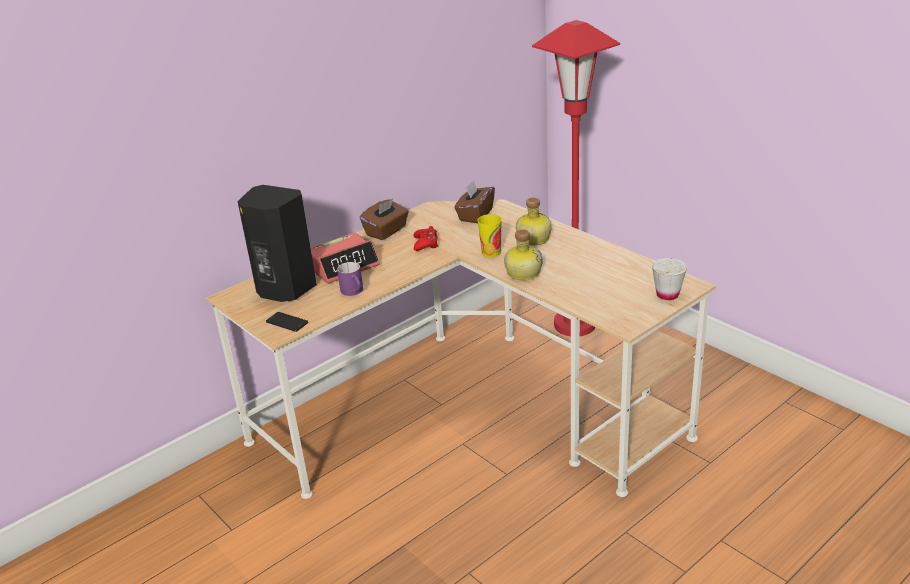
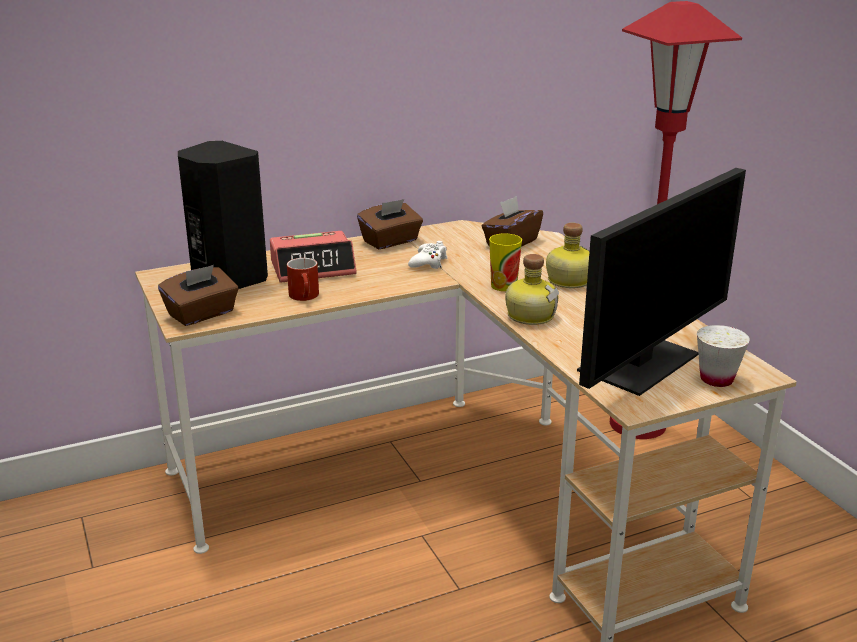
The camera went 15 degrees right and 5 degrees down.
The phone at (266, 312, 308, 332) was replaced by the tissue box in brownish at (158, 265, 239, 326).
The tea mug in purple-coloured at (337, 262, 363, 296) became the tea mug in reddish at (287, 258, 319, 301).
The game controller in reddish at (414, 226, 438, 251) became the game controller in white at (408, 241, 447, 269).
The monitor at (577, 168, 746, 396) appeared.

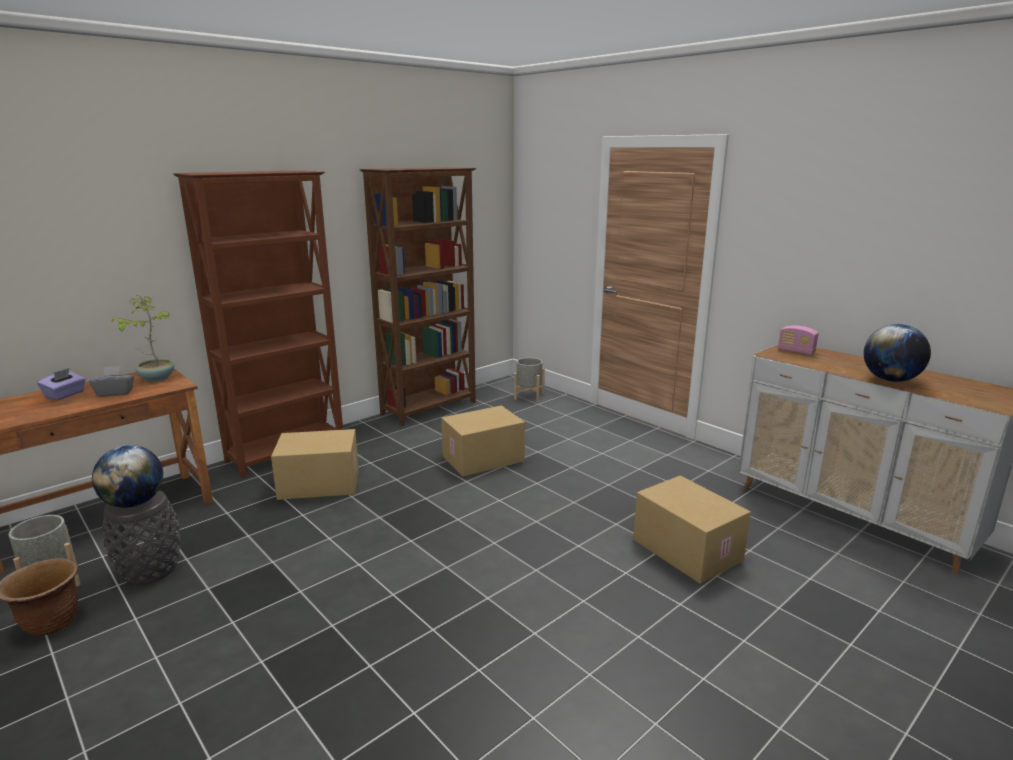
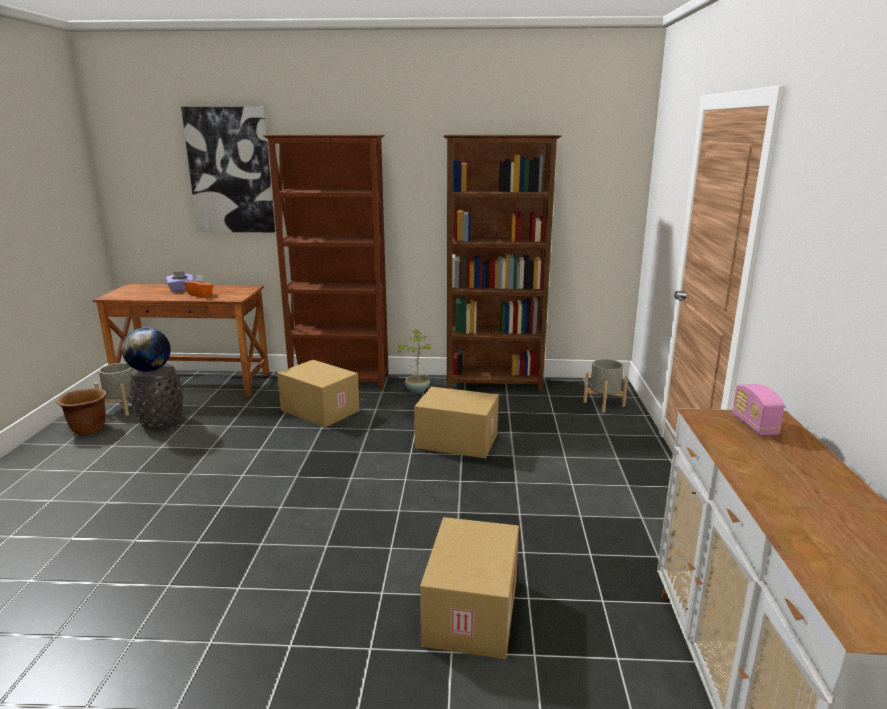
The camera went 45 degrees right and 0 degrees up.
The wall art at (181, 107, 275, 232) appeared.
The tissue box in gray at (89, 366, 134, 397) became the tissue box in orange at (184, 275, 214, 297).
The potted plant moved from (112, 295, 174, 382) to (395, 329, 432, 393).
The globe at (863, 324, 931, 382) disappeared.

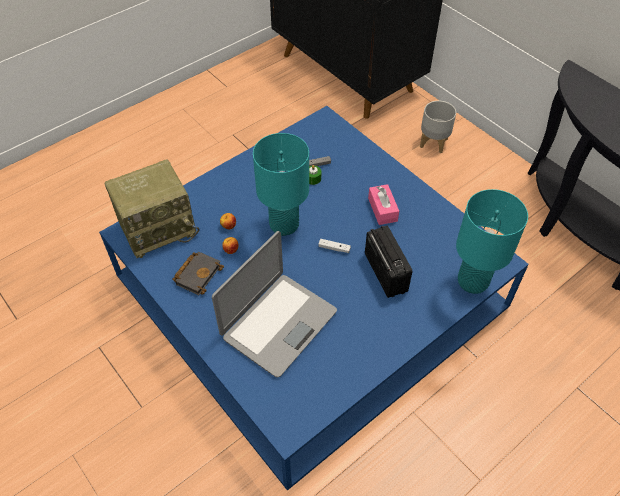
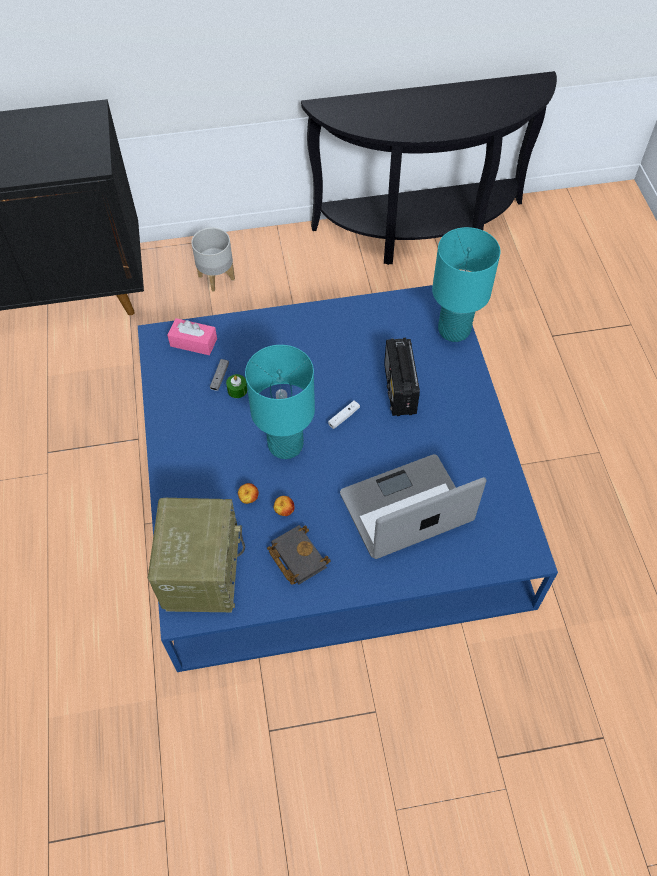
The camera went 60 degrees left and 5 degrees up.
The tissue box in pink moved from (368, 184, 399, 225) to (167, 318, 217, 355).
The portable computer at (212, 231, 337, 377) turned 90 degrees counterclockwise.
The radio at (365, 226, 412, 298) turned 105 degrees counterclockwise.

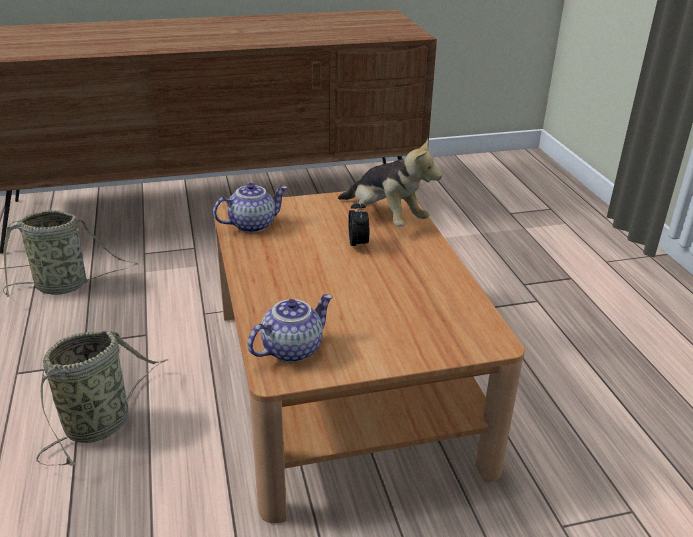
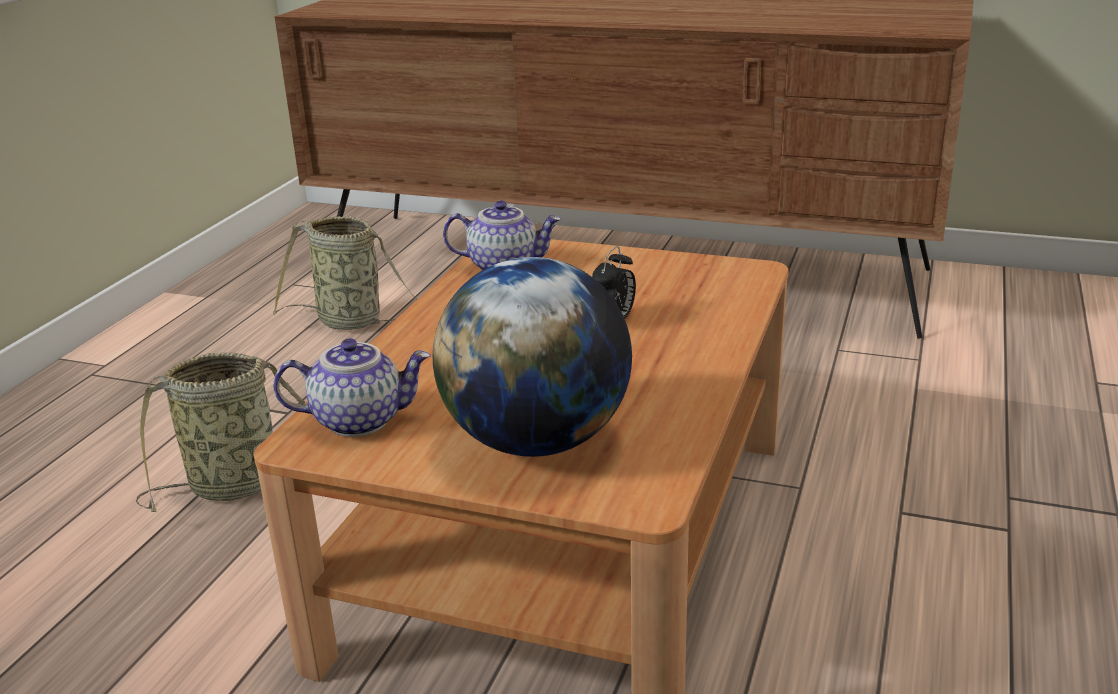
The camera went 35 degrees right and 5 degrees down.
The globe at (433, 257, 632, 457) appeared.
The cuddly toy at (338, 138, 442, 227) disappeared.

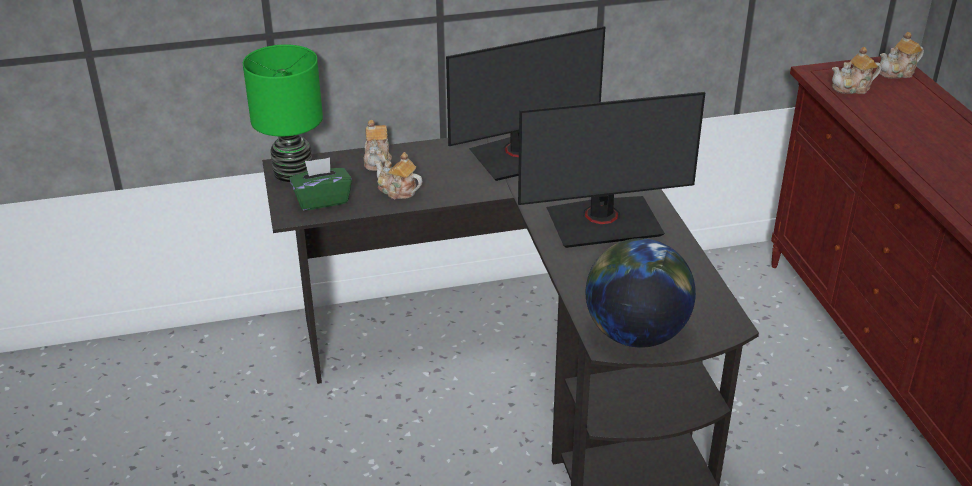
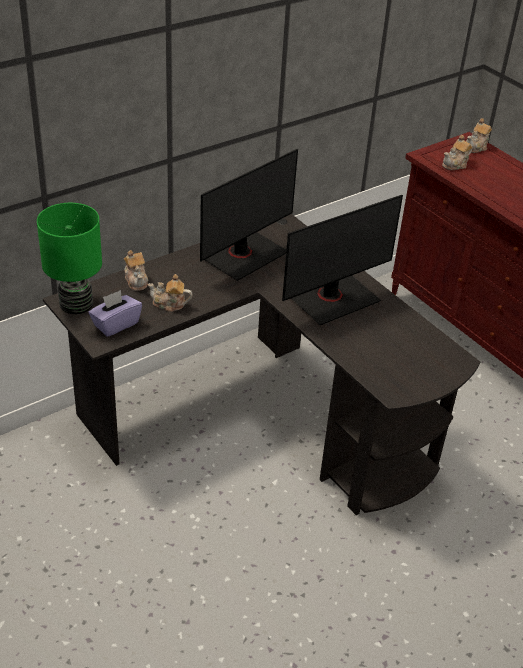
The camera went 25 degrees left and 5 degrees up.
The tissue box in green-coloured at (289, 157, 352, 211) became the tissue box in purple-coloured at (88, 290, 142, 337).
The globe at (586, 238, 696, 348) disappeared.

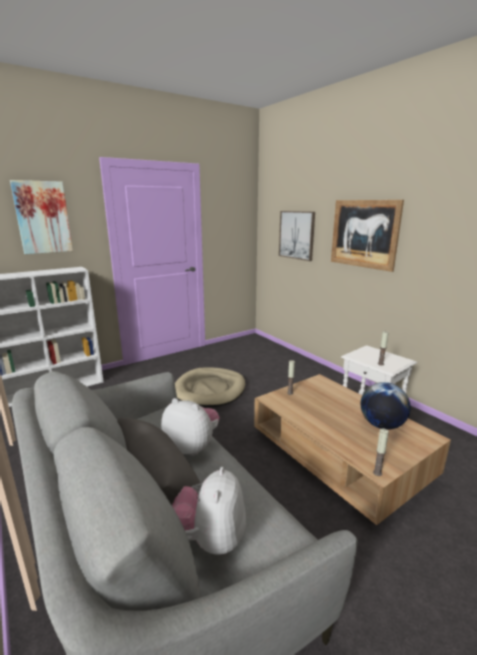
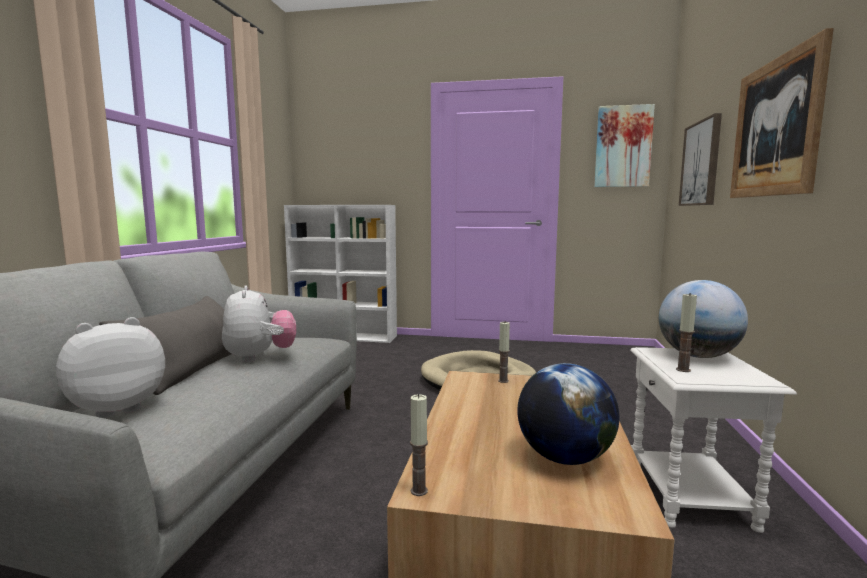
The camera went 45 degrees right and 10 degrees down.
The wall art moved from (10, 180, 73, 254) to (594, 104, 655, 187).
The globe at (659, 280, 748, 358) appeared.

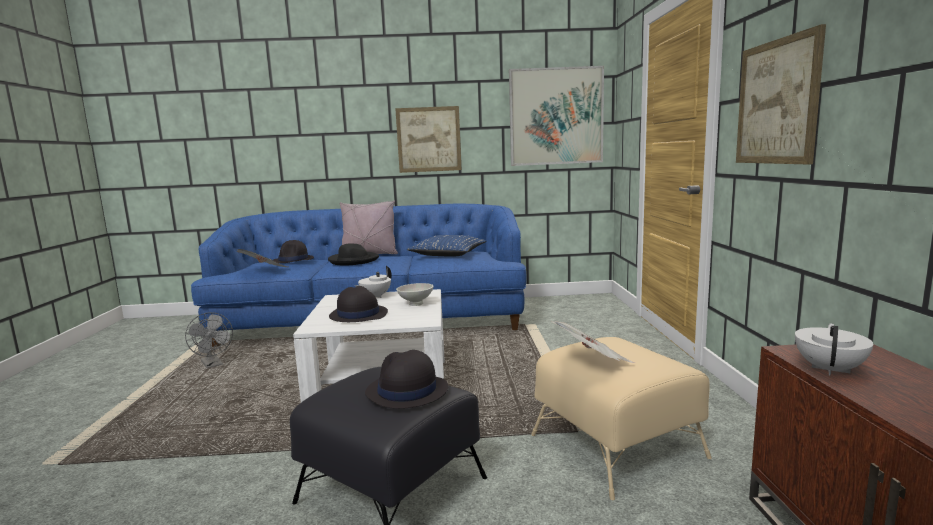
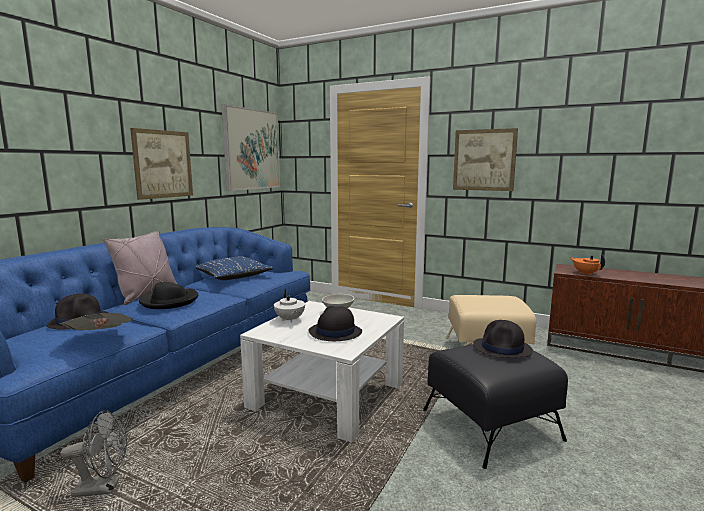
The camera went 60 degrees left and 0 degrees up.
The tea pot in white at (795, 323, 873, 376) became the tea pot in orange at (570, 254, 605, 275).
The newspaper at (550, 321, 635, 363) disappeared.

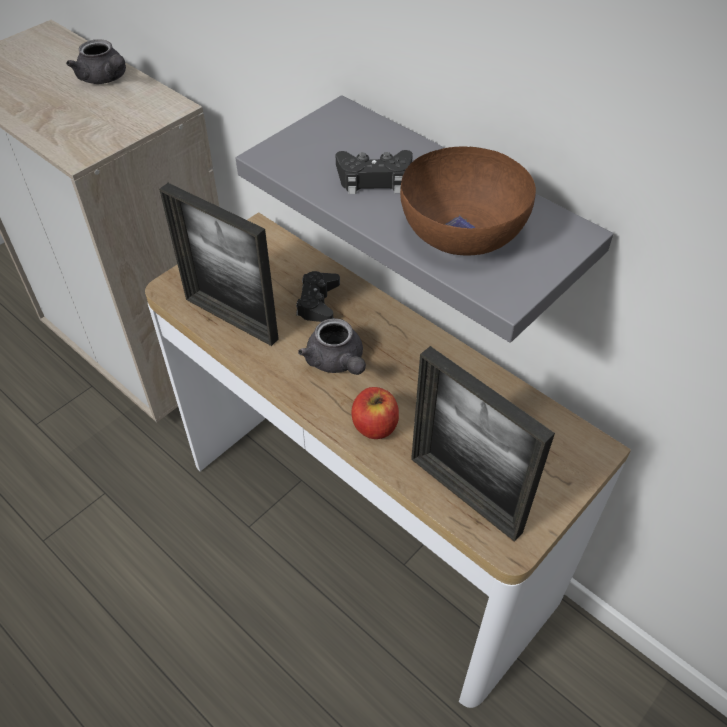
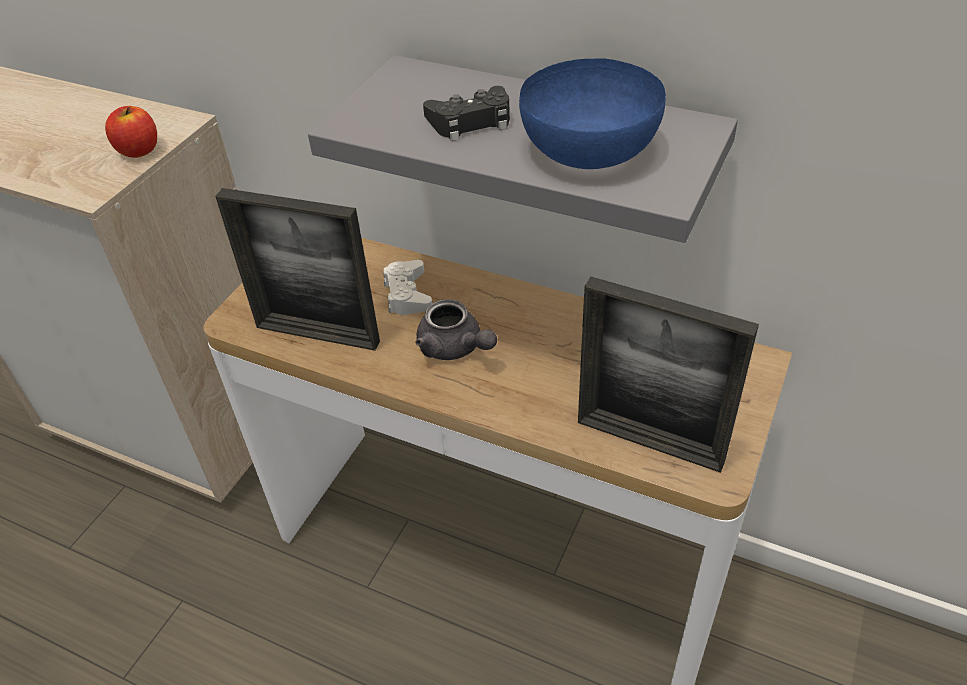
The camera went 15 degrees left and 5 degrees down.
The apple fruit moved from (351, 387, 399, 439) to (105, 106, 157, 158).
The game controller in black at (296, 271, 340, 322) became the game controller in white at (383, 260, 432, 315).
The deep dish in brownish at (400, 146, 536, 256) became the deep dish in blue-coloured at (519, 58, 666, 169).
The tea pot in gray at (66, 39, 126, 84) disappeared.

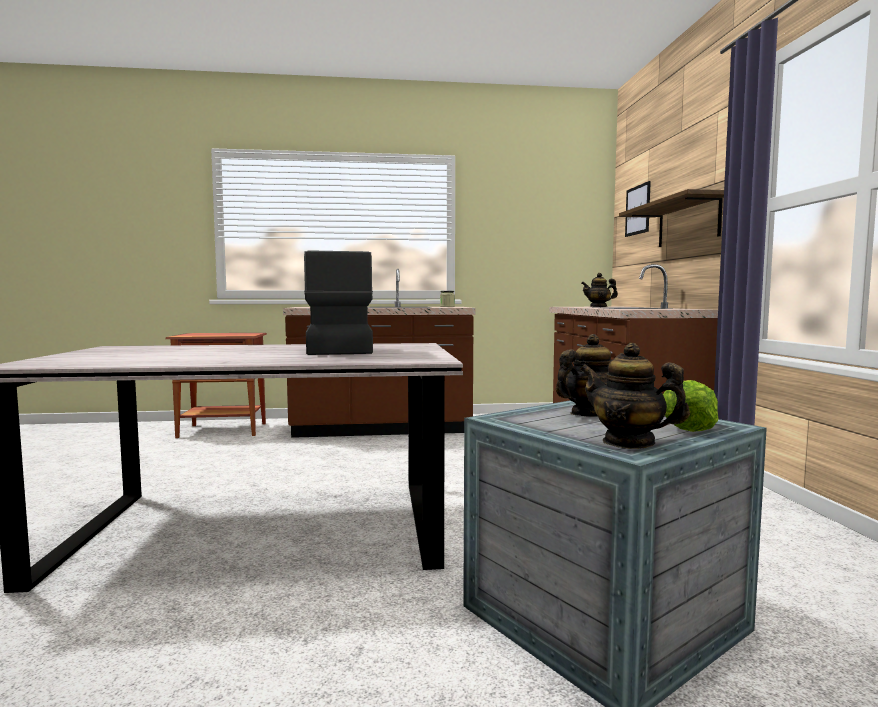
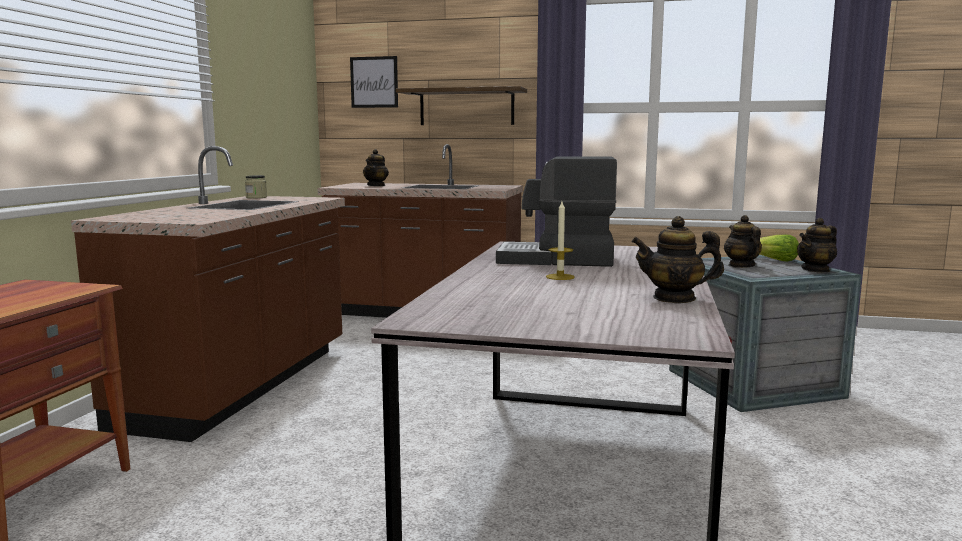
The camera went 70 degrees left and 5 degrees up.
The wax light at (546, 202, 575, 280) appeared.
The tea pot at (631, 216, 724, 303) appeared.

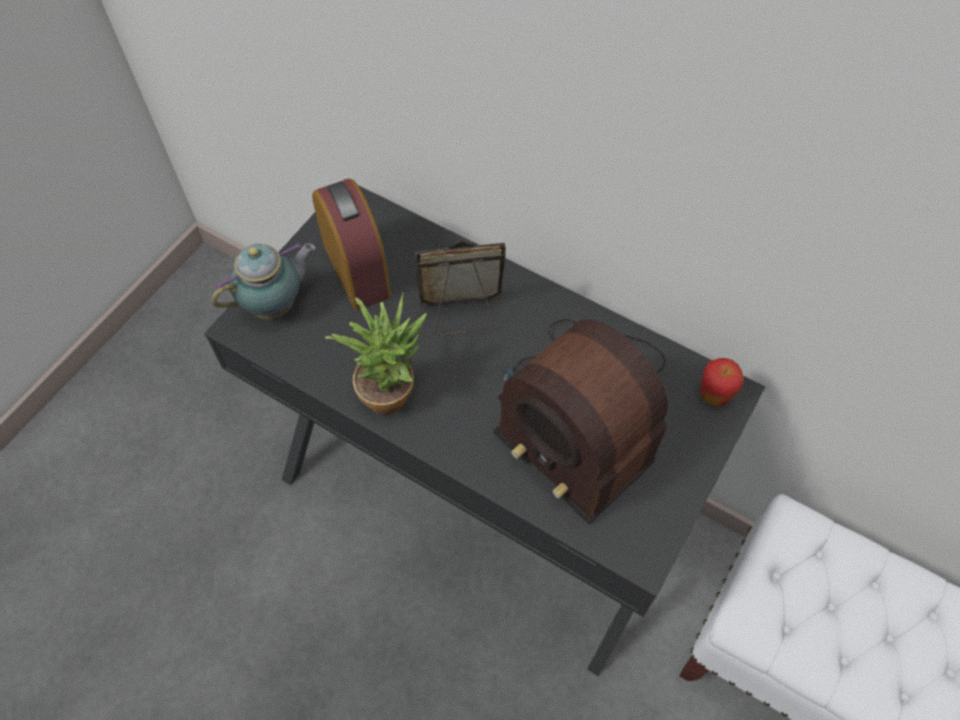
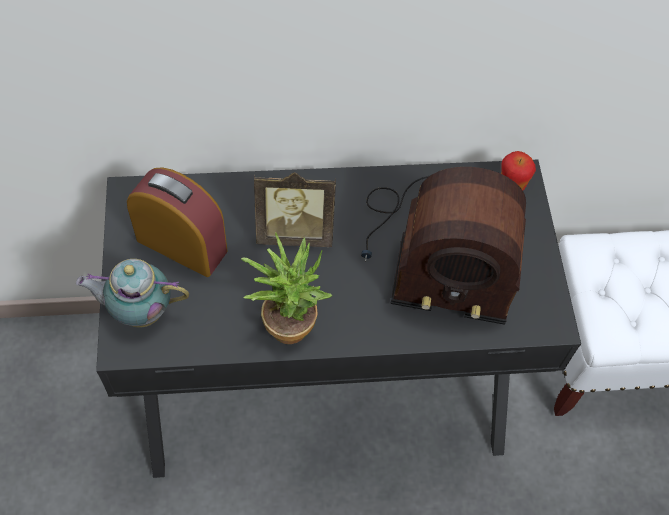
The camera went 40 degrees left and 0 degrees up.
The tea pot at (211, 242, 316, 319) turned 105 degrees counterclockwise.
The photo frame at (415, 241, 506, 336) turned 135 degrees counterclockwise.

